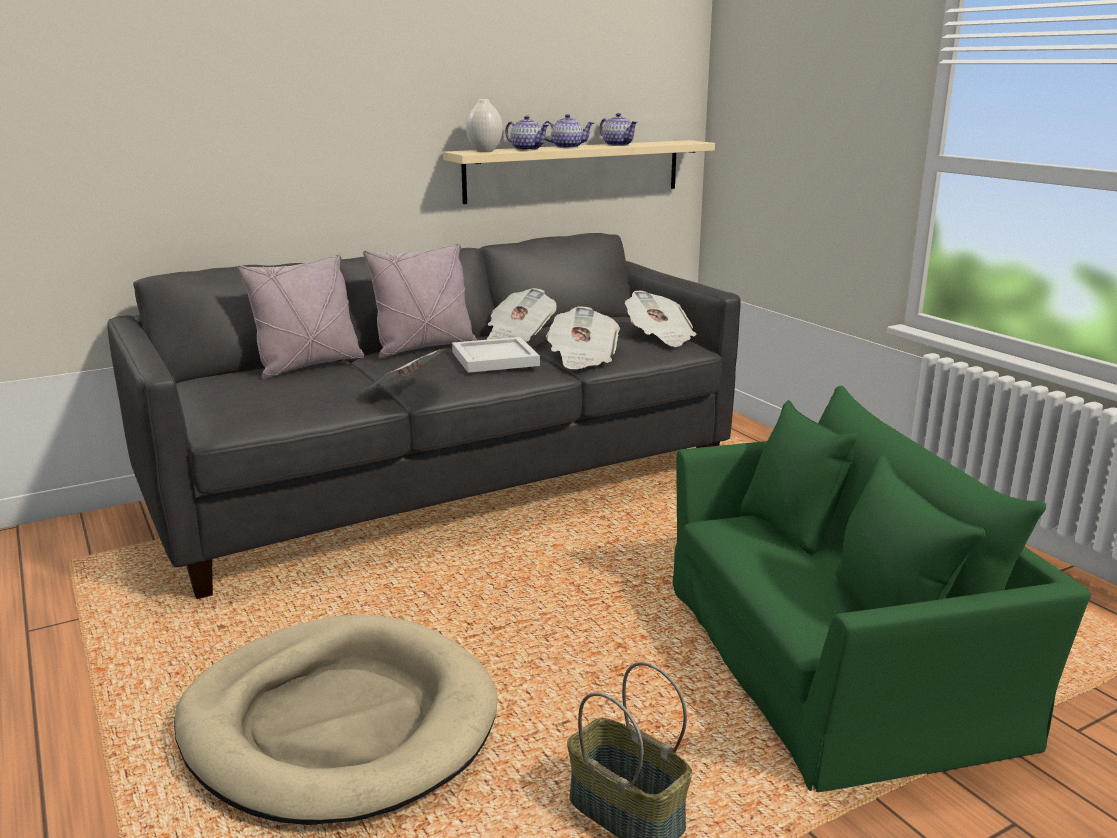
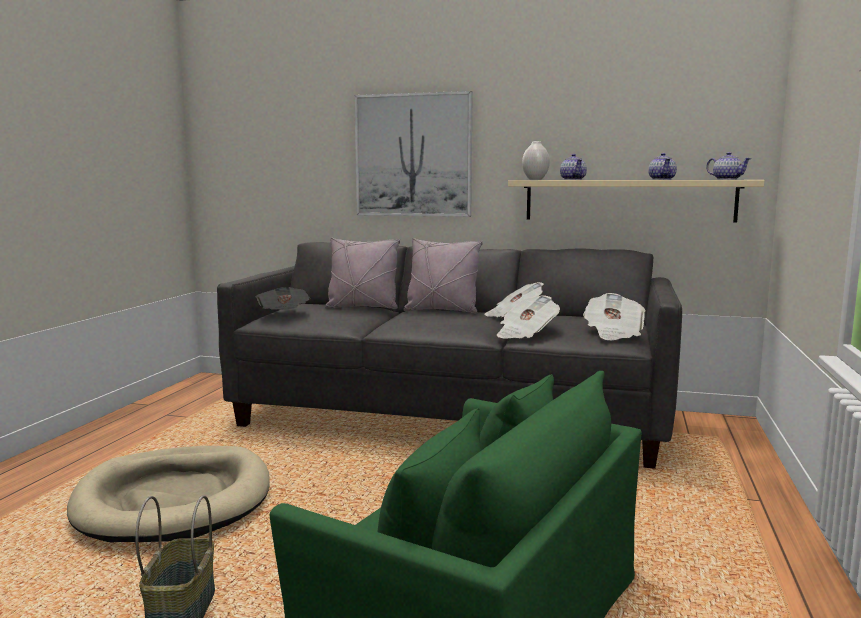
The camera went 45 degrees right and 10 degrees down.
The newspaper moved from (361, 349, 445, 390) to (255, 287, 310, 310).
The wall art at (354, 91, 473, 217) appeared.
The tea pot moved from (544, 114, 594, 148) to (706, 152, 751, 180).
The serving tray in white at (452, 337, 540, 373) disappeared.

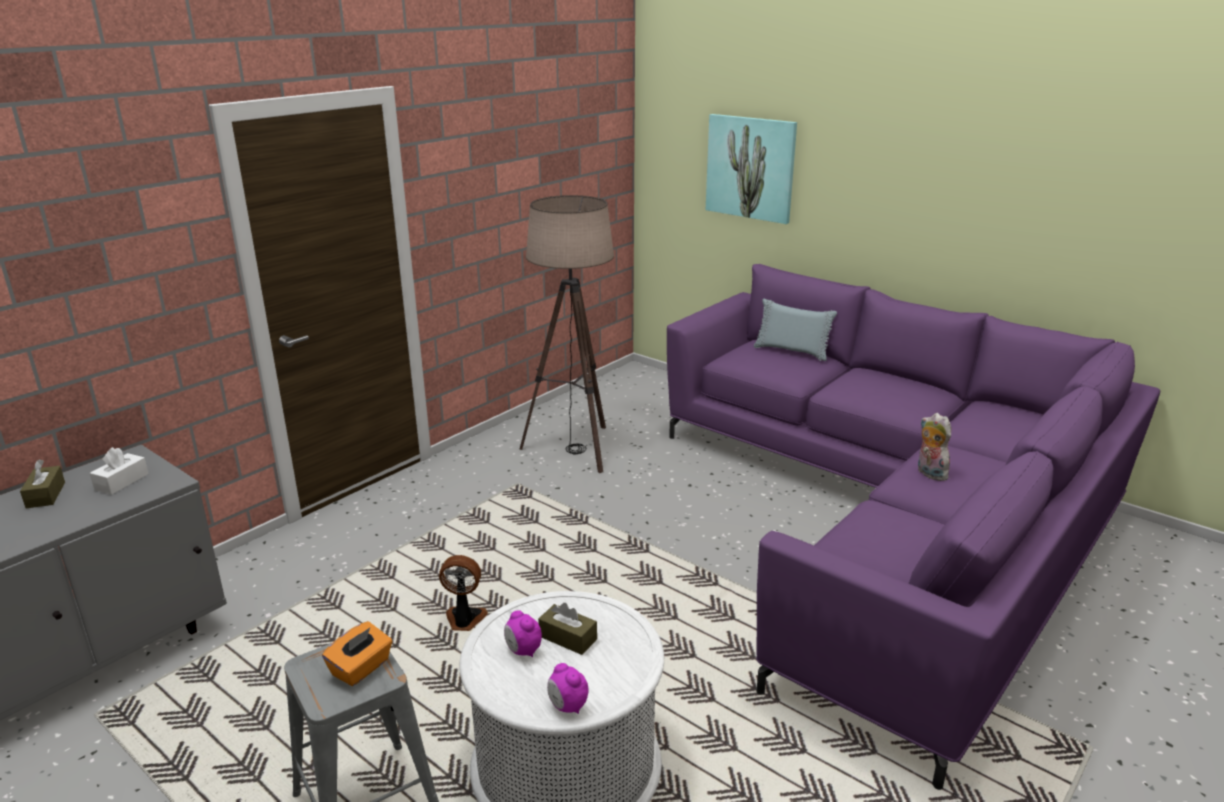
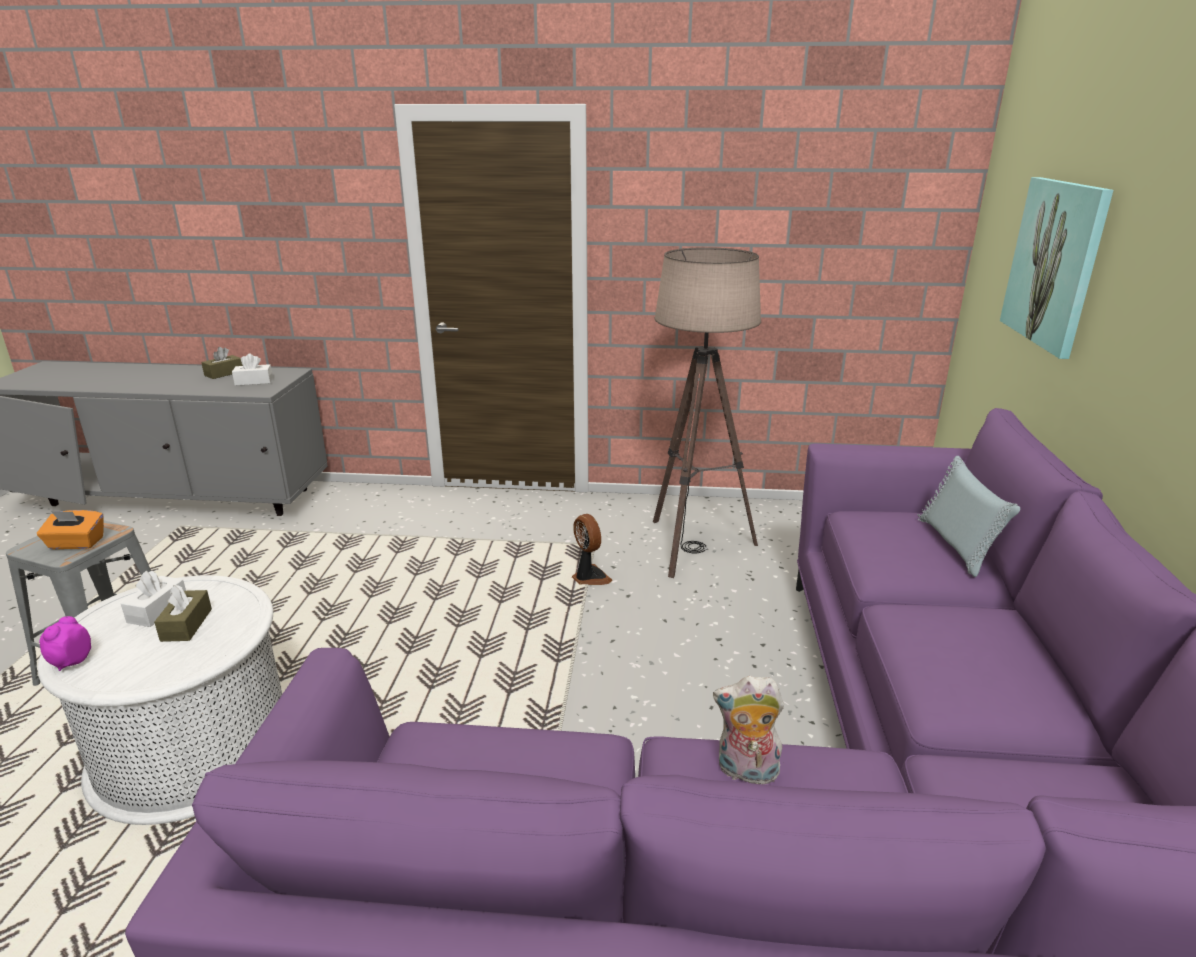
The camera went 55 degrees right and 0 degrees up.
The alarm clock at (504, 610, 542, 657) was replaced by the tissue box in white at (121, 571, 186, 627).
The cooling fan moved from (439, 555, 488, 631) to (572, 514, 612, 585).
The cuddly toy at (918, 413, 952, 481) turned 105 degrees counterclockwise.

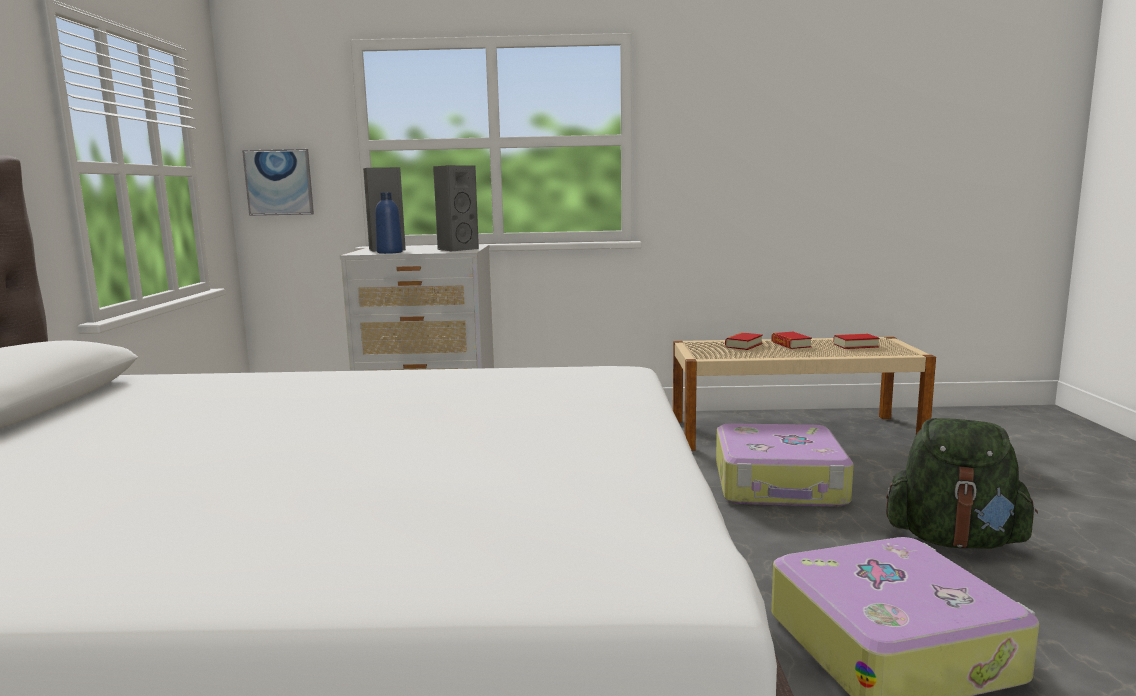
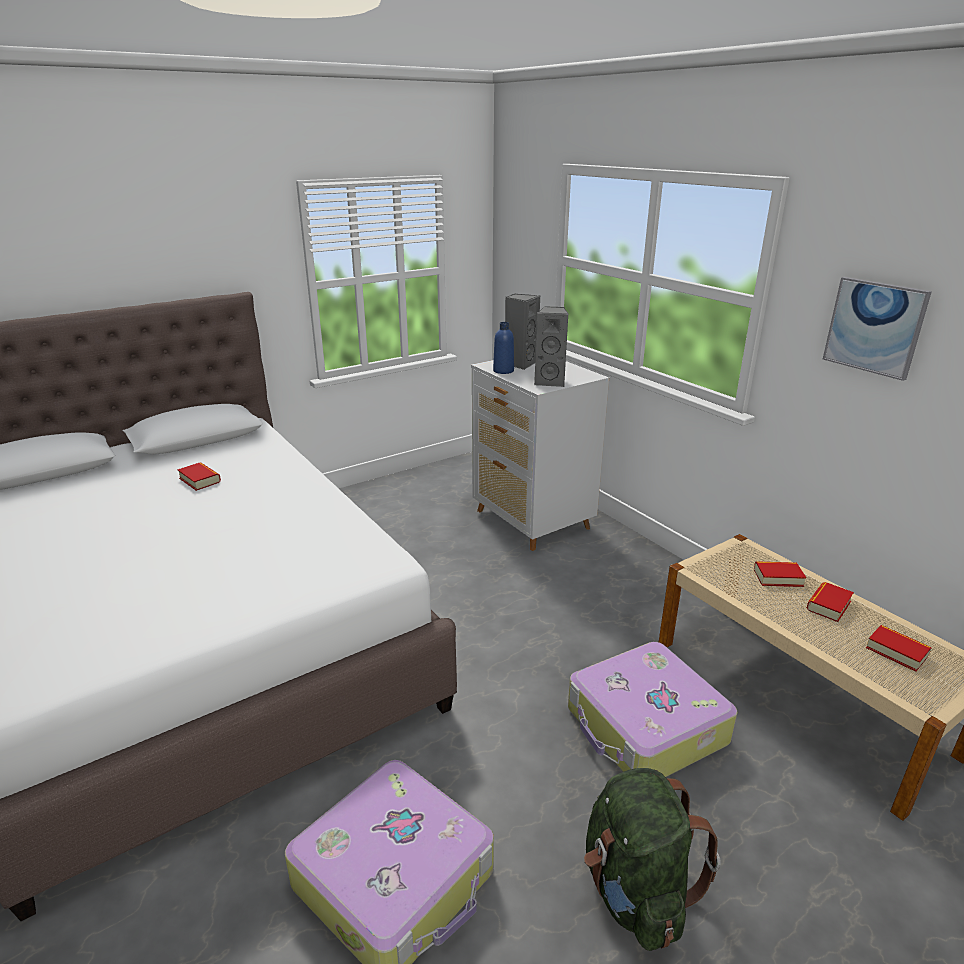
The camera went 55 degrees right and 15 degrees up.
The book at (177, 462, 221, 491) appeared.
The wall art moved from (242, 149, 314, 216) to (823, 277, 932, 381).

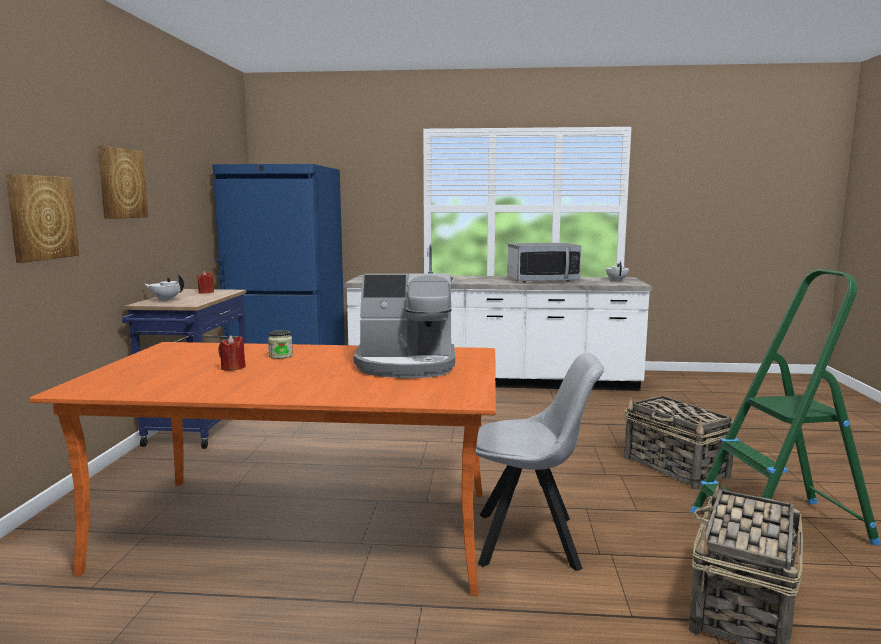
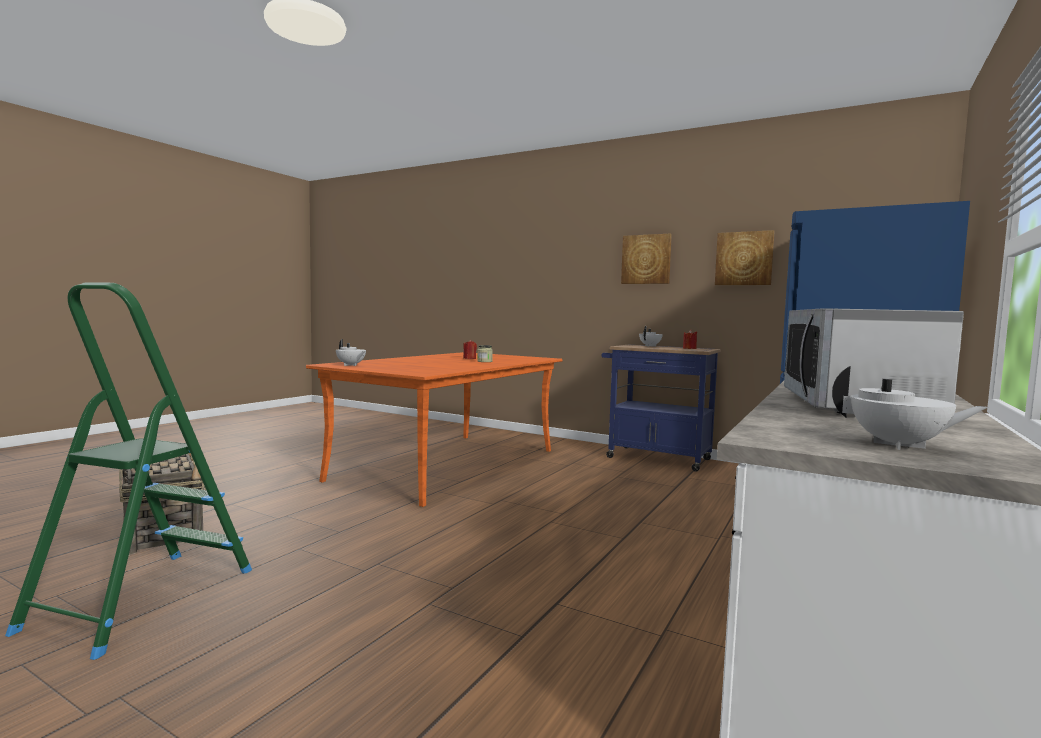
The camera went 115 degrees right and 5 degrees down.
The tea pot in white at (336, 339, 366, 366) appeared.
The wall art moved from (6, 174, 79, 263) to (715, 230, 774, 285).
The coffee machine at (354, 273, 455, 378) disappeared.
The upright chair in gray at (475, 353, 604, 571) disappeared.
The basket at (624, 396, 733, 490) disappeared.

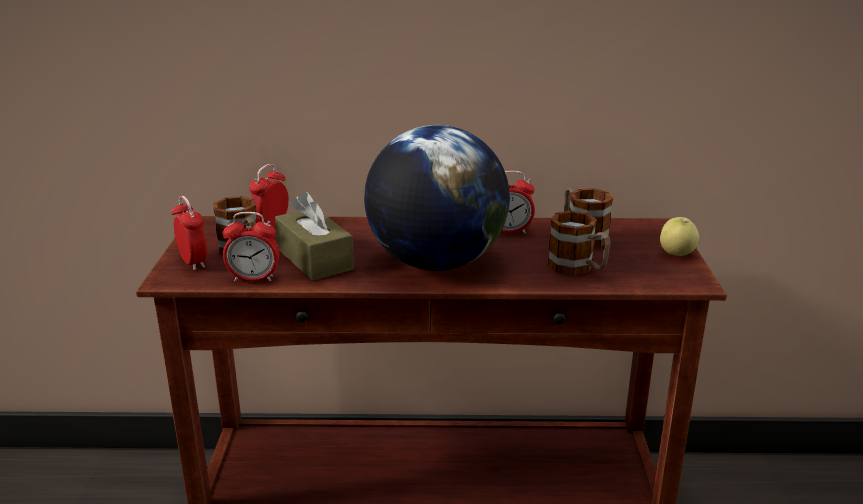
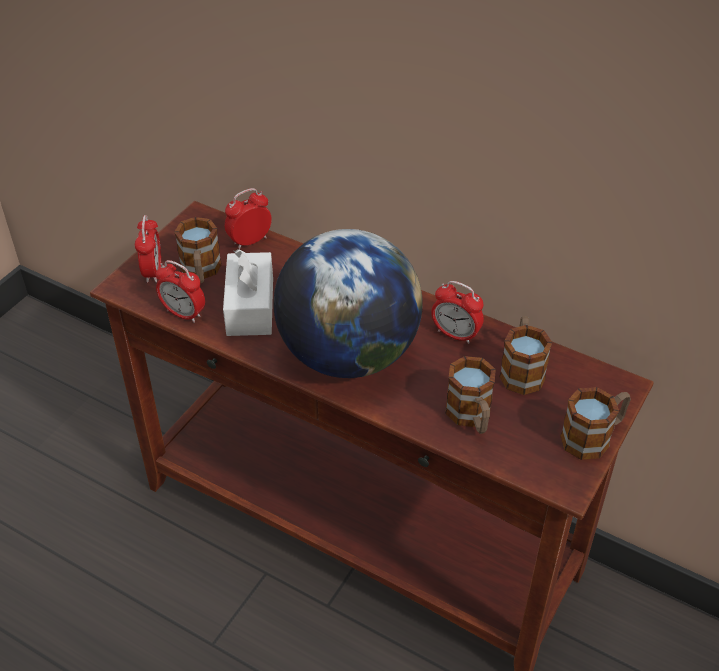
The camera went 30 degrees right and 20 degrees up.
The tissue box in brownish at (275, 192, 354, 281) became the tissue box in white at (223, 249, 273, 336).
The apple fruit at (660, 217, 699, 256) was replaced by the tea mug at (560, 387, 631, 460).

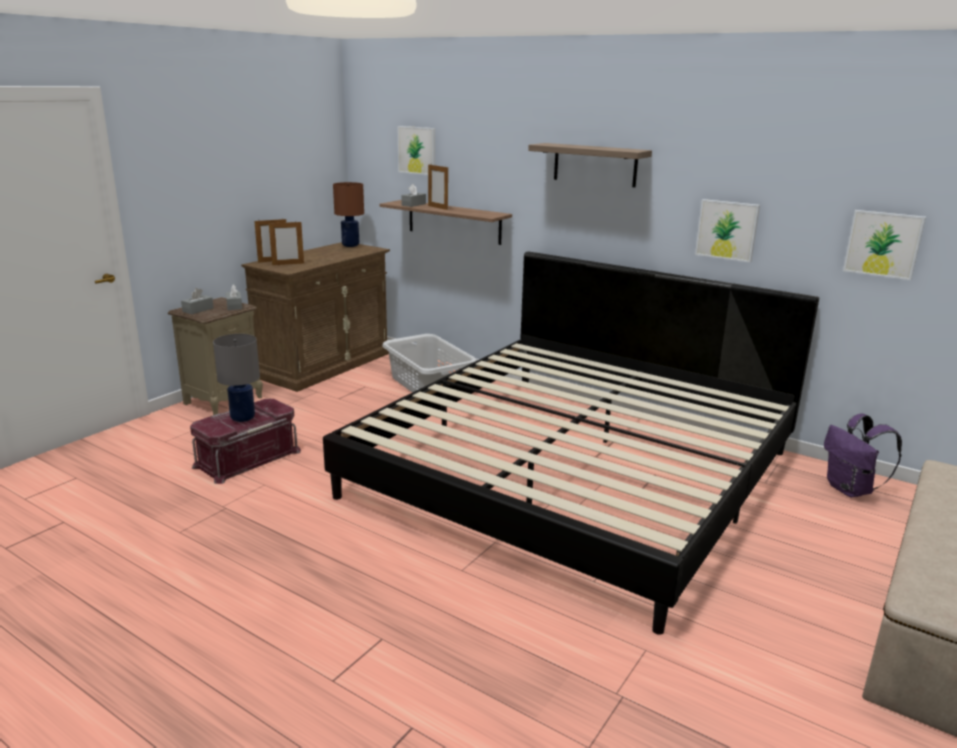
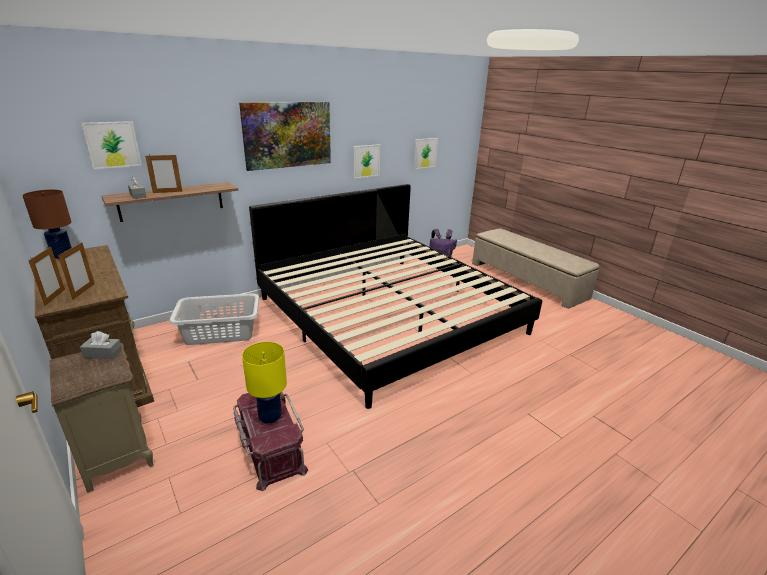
The camera went 70 degrees left and 5 degrees up.
The shelf at (528, 143, 652, 187) was replaced by the wall art at (239, 102, 331, 171).
The tabletop lamp in gray at (213, 334, 260, 422) became the tabletop lamp in yellow-coloured at (242, 342, 287, 424).
The tissue box in gray at (181, 288, 214, 314) disappeared.

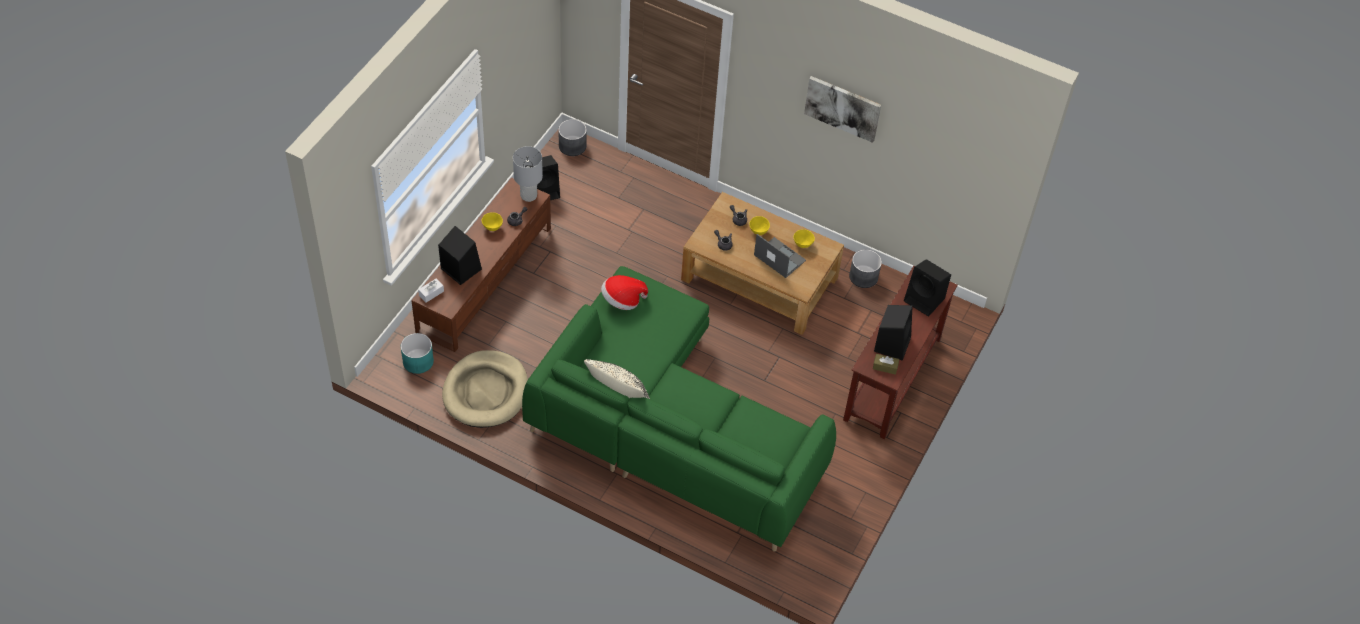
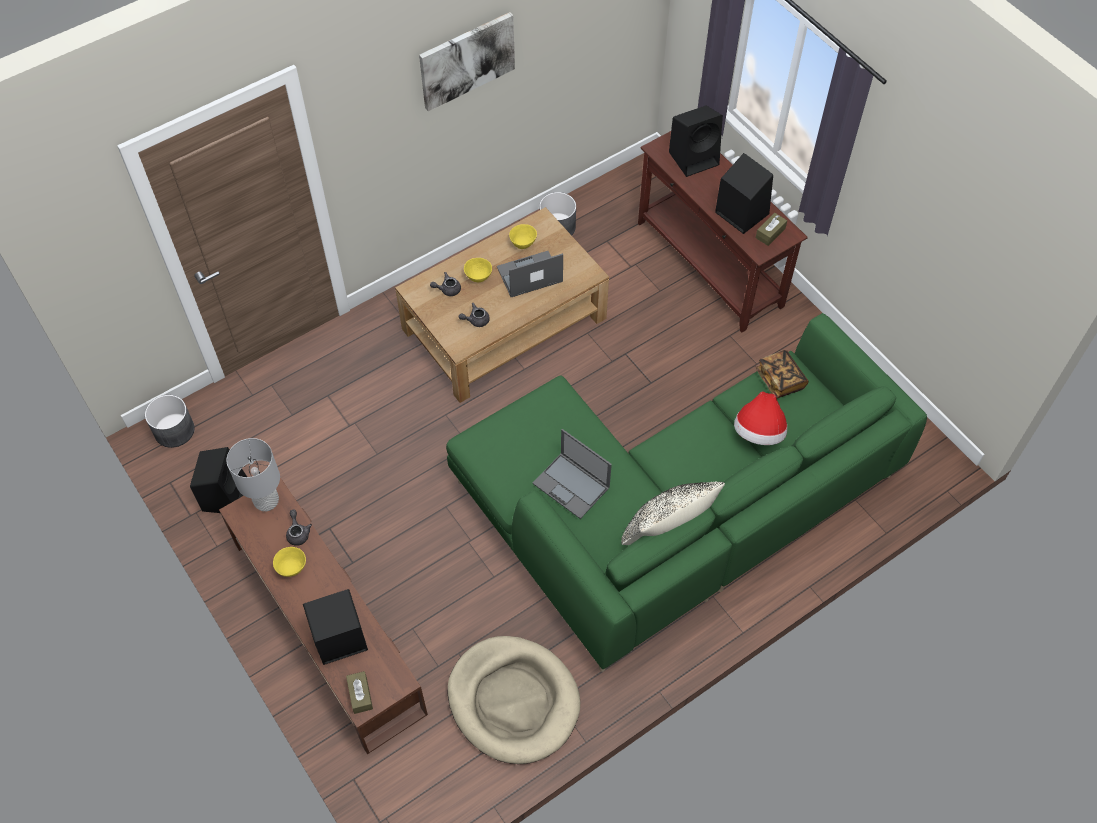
The camera went 60 degrees left and 5 degrees up.
The tissue box in white at (418, 278, 444, 303) became the tissue box in brownish at (346, 671, 373, 714).
The portable computer at (532, 429, 612, 519) appeared.
The wearable hat moved from (601, 275, 648, 310) to (734, 392, 787, 445).
The book at (756, 350, 809, 398) appeared.
The planter in turquoise-coloured at (401, 333, 434, 374) disappeared.

